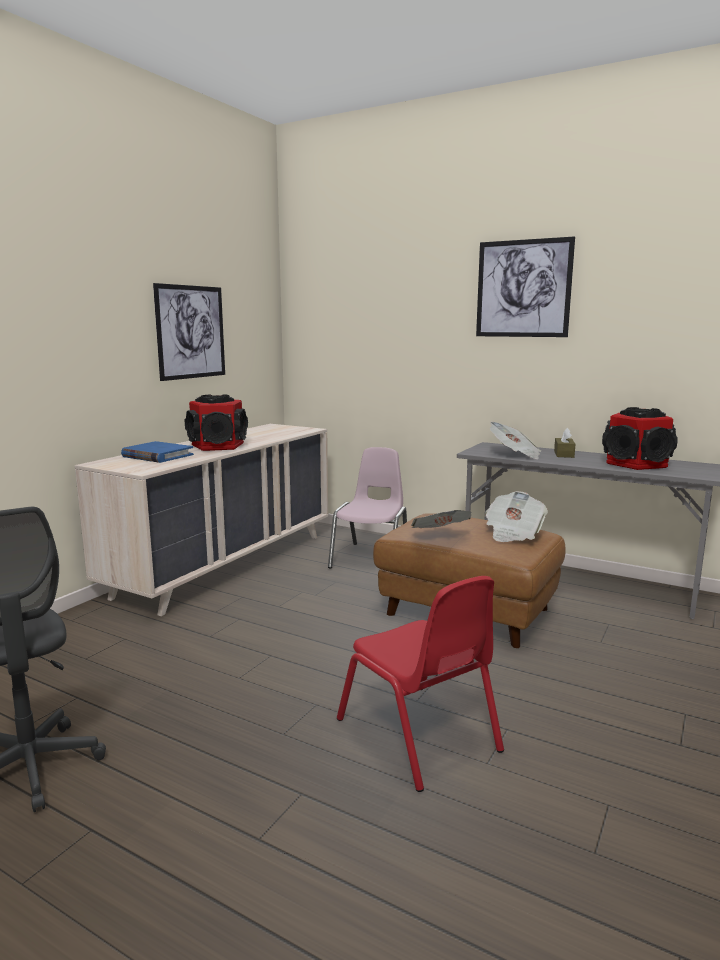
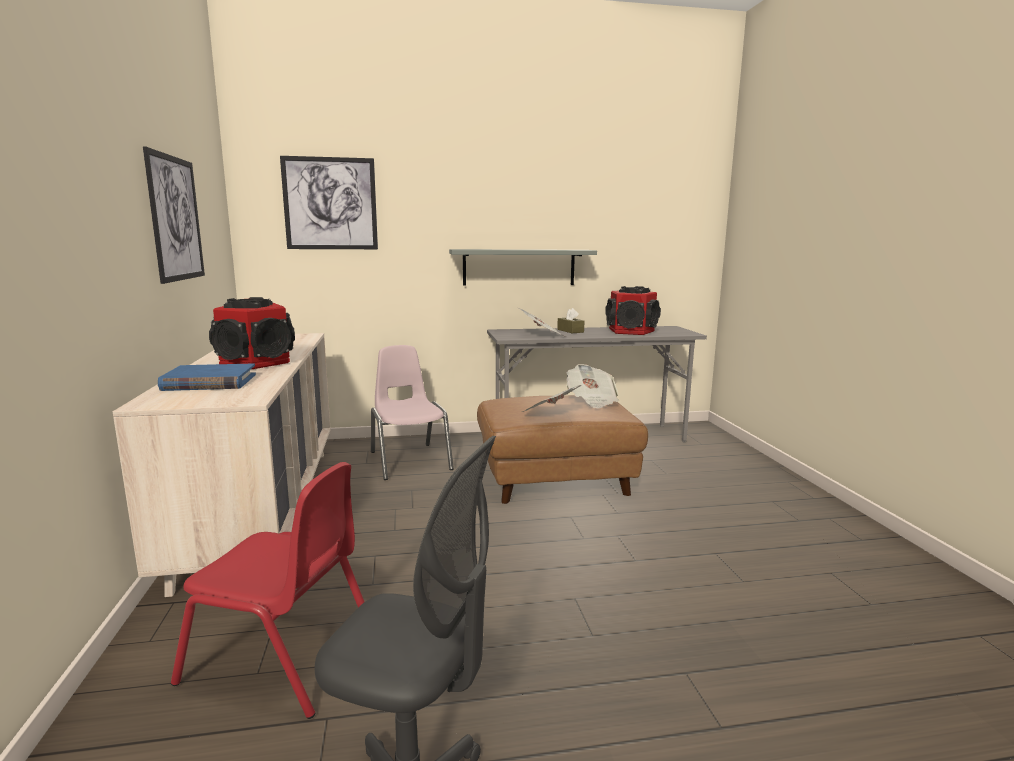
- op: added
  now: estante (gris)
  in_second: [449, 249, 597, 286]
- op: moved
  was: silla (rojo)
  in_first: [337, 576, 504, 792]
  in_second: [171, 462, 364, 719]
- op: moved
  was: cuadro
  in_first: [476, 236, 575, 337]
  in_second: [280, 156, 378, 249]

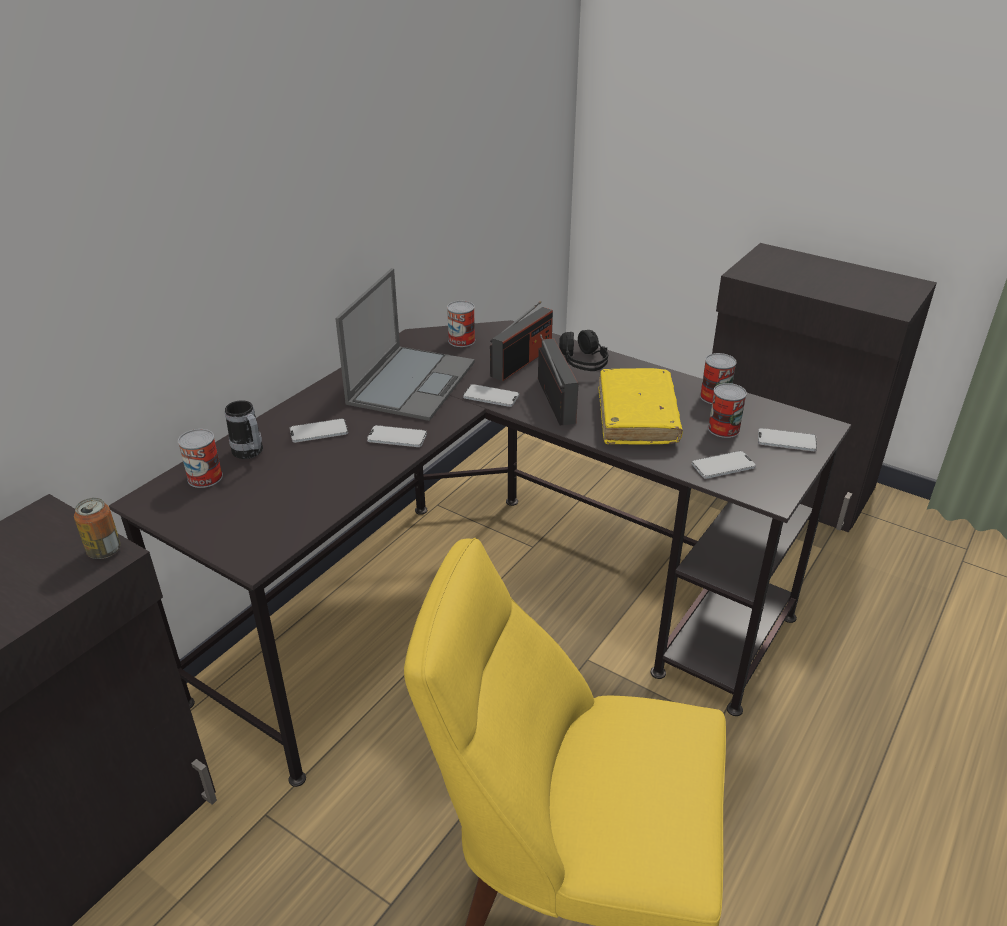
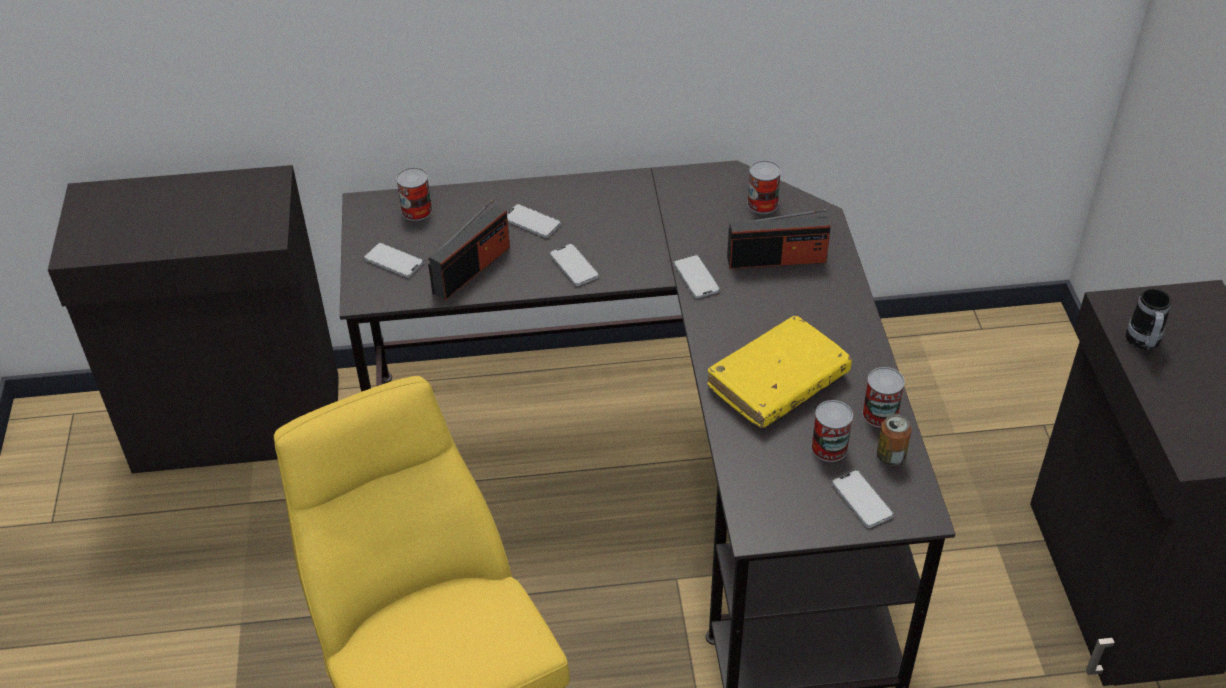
- op: removed
  was: portátil
  in_first: [335, 268, 475, 421]
- op: removed
  was: auriculares (negro)
  in_first: [559, 330, 609, 371]
- op: moved
  was: lata
  in_first: [74, 498, 121, 559]
  in_second: [877, 414, 911, 466]
- op: moved
  was: taza grande
  in_first: [225, 400, 263, 459]
  in_second: [1126, 288, 1171, 350]
- op: moved
  was: radio
  in_first: [538, 334, 579, 425]
  in_second: [428, 199, 510, 301]
- op: moved
  was: móvil
  in_first: [692, 451, 756, 479]
  in_second: [364, 243, 423, 278]

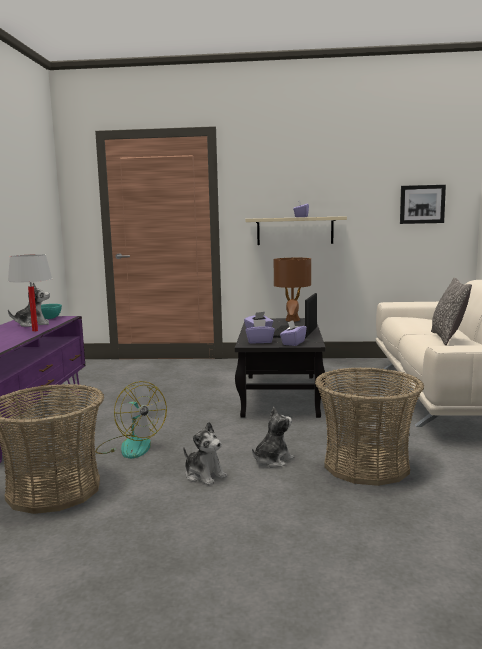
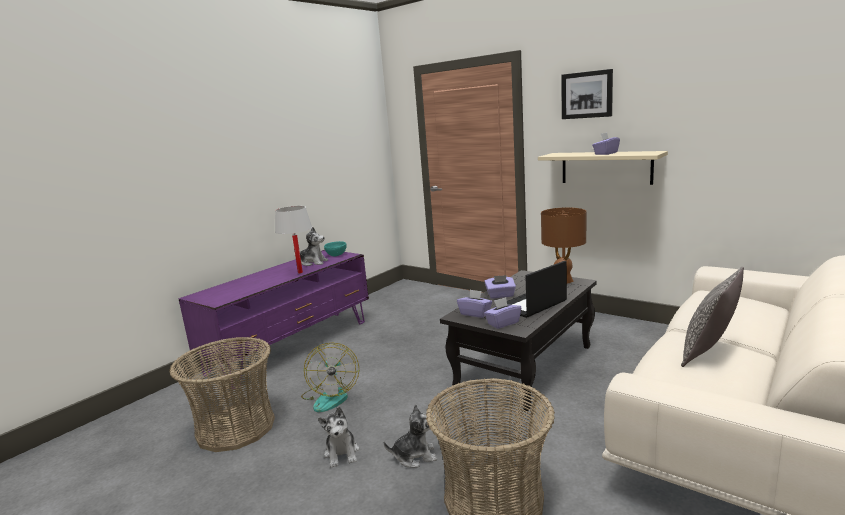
- op: moved
  was: cuadro
  in_first: [400, 185, 446, 224]
  in_second: [561, 69, 613, 119]

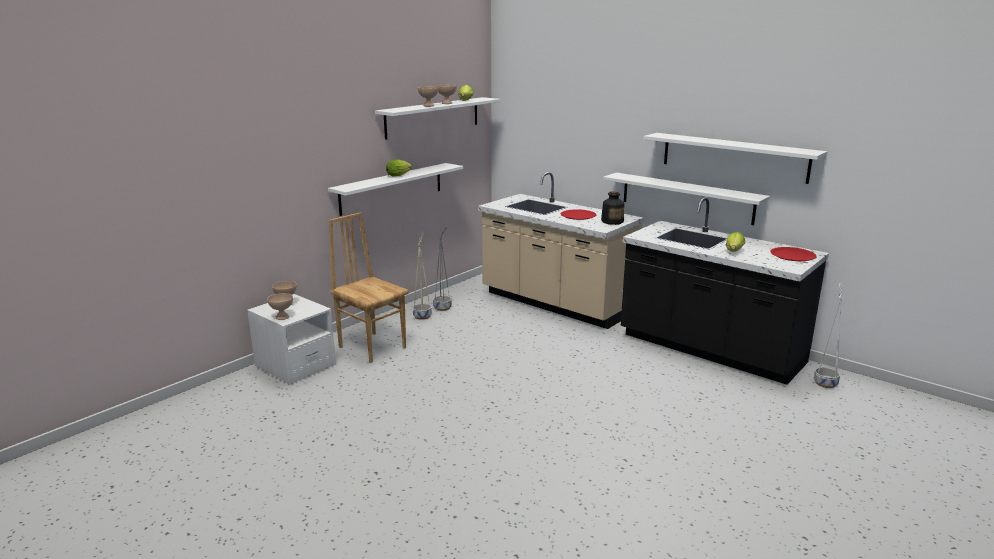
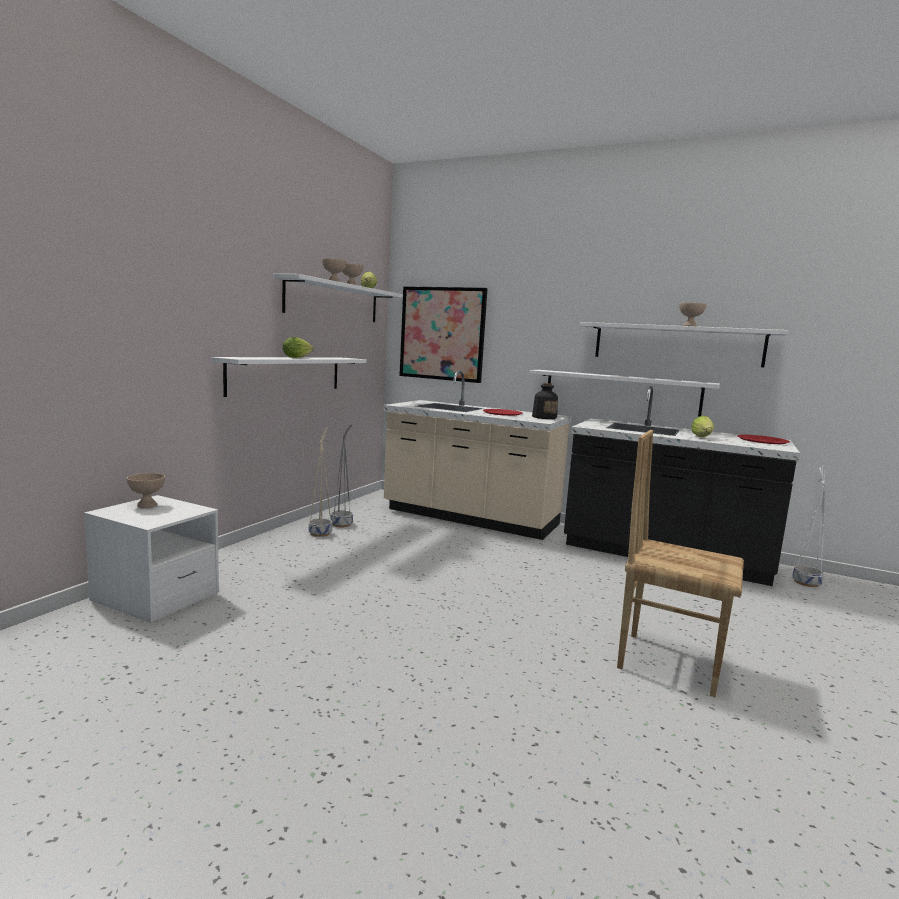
- op: added
  now: cuadro
  in_second: [399, 286, 488, 383]
- op: moved
  was: cuenco (beis)
  in_first: [267, 293, 293, 320]
  in_second: [679, 303, 707, 326]
- op: moved
  was: silla (marrón)
  in_first: [329, 212, 409, 363]
  in_second: [617, 430, 744, 697]

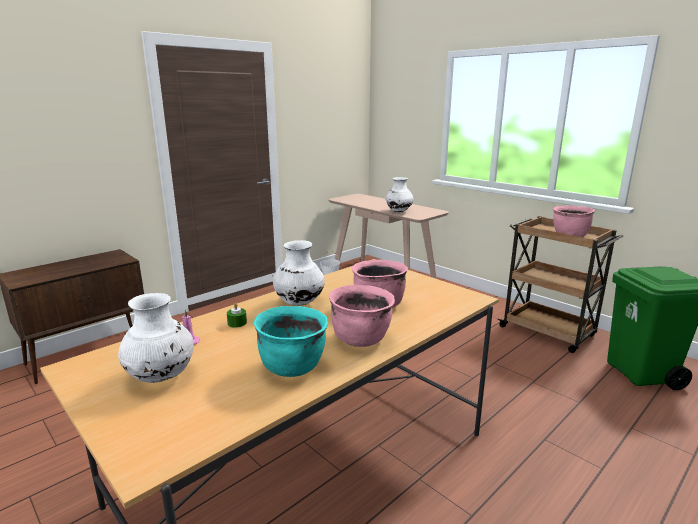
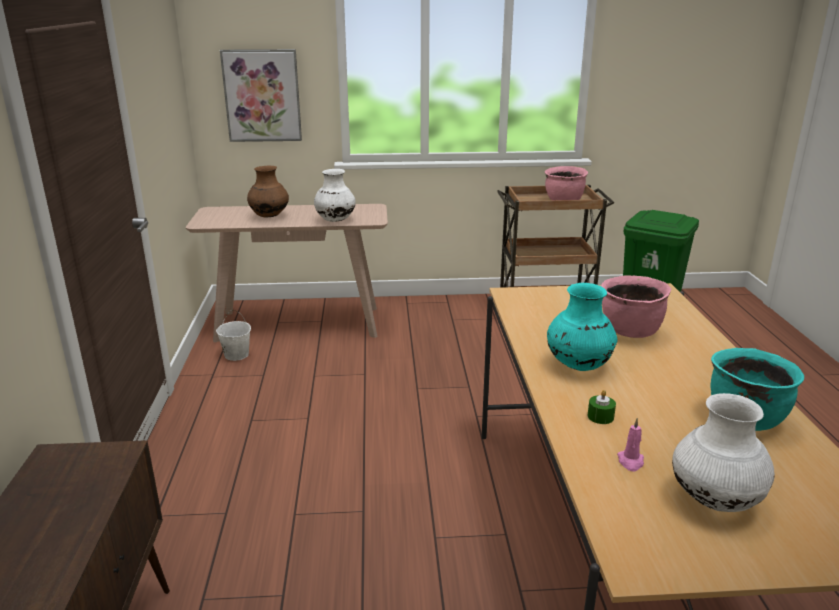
- op: removed
  was: olla (rosa)
  in_first: [329, 285, 395, 347]
- op: added
  now: cuadro
  in_second: [220, 49, 302, 142]
- op: added
  now: florero (marrón)
  in_second: [247, 166, 289, 217]
- op: recoloured
  was: florero (blanco)
  now: florero (turquesa)
  in_first: [273, 240, 325, 306]
  in_second: [547, 283, 617, 371]

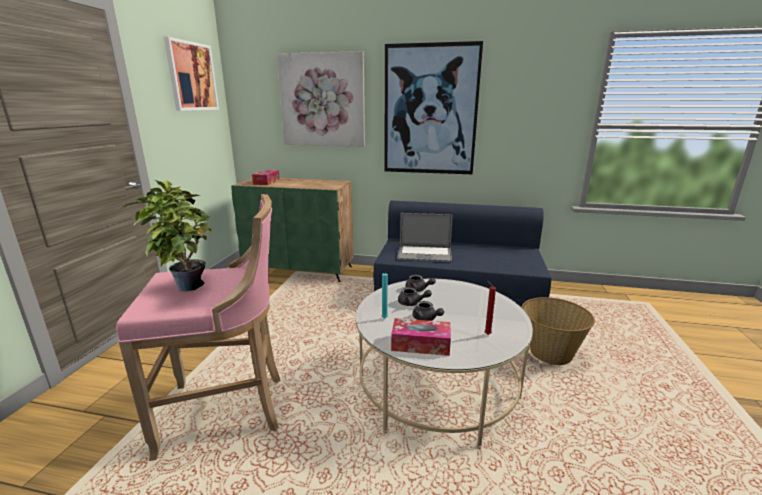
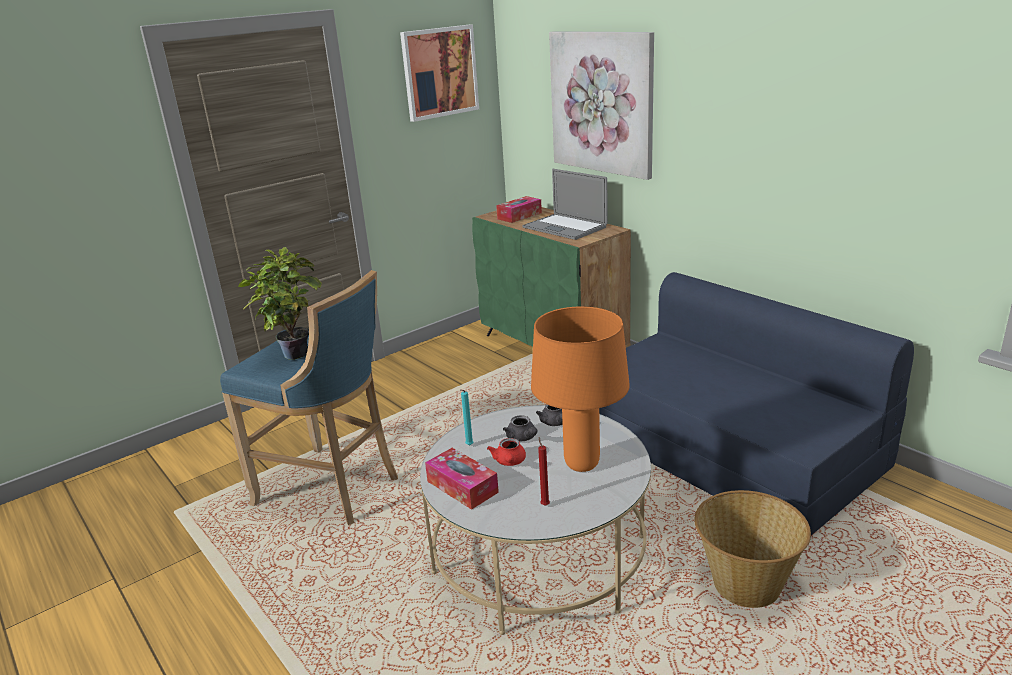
- op: removed
  was: cuadro
  in_first: [384, 41, 483, 174]
- op: added
  now: lámpara de mesa (naranja)
  in_second: [531, 306, 630, 472]
- op: moved
  was: portátil
  in_first: [397, 213, 453, 262]
  in_second: [523, 169, 608, 240]
- op: recoloured
  was: taburete (rosa)
  now: taburete (azul)
  in_first: [116, 194, 281, 461]
  in_second: [220, 270, 398, 525]
- op: recoloured
  was: tetera (gris)
  now: tetera (rojo)
  in_first: [412, 301, 444, 321]
  in_second: [487, 438, 526, 466]

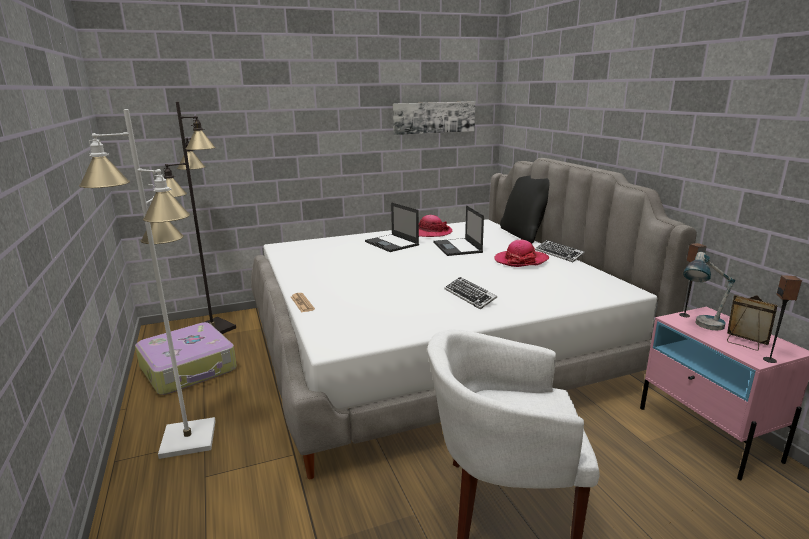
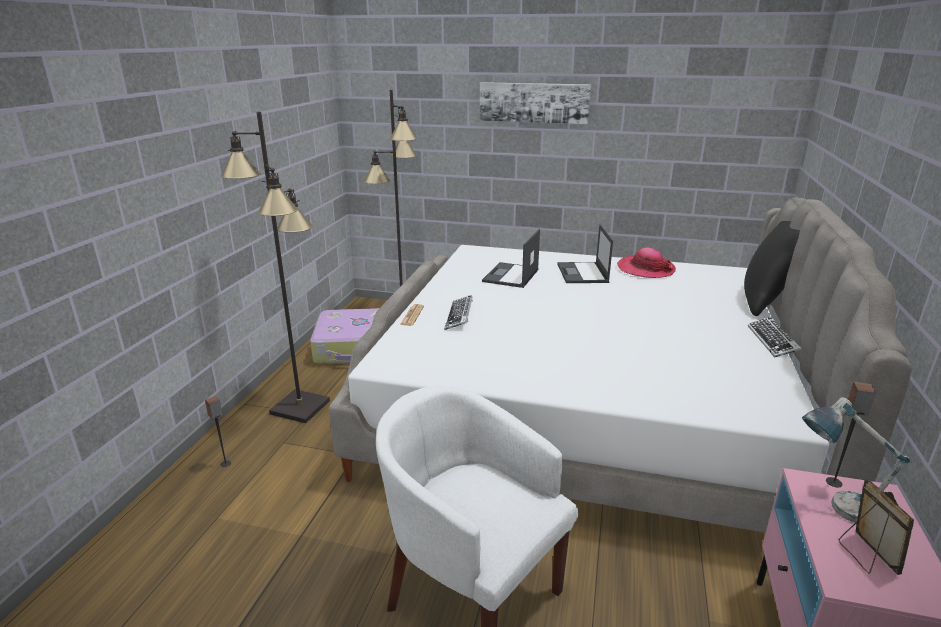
- op: removed
  was: sombrero
  in_first: [494, 240, 549, 267]
- op: moved
  was: cuadro
  in_first: [393, 101, 475, 135]
  in_second: [480, 82, 591, 124]
- op: moved
  was: portátil
  in_first: [434, 205, 484, 256]
  in_second: [482, 229, 540, 288]
- op: moved
  was: teclado
  in_first: [445, 277, 497, 309]
  in_second: [444, 295, 473, 330]
- op: moved
  was: altavoz
  in_first: [763, 275, 802, 363]
  in_second: [205, 396, 231, 467]
- op: recoloured
  was: lámpara de pie (blanco)
  now: lámpara de pie (negro)
  in_first: [79, 109, 216, 459]
  in_second: [220, 112, 330, 423]

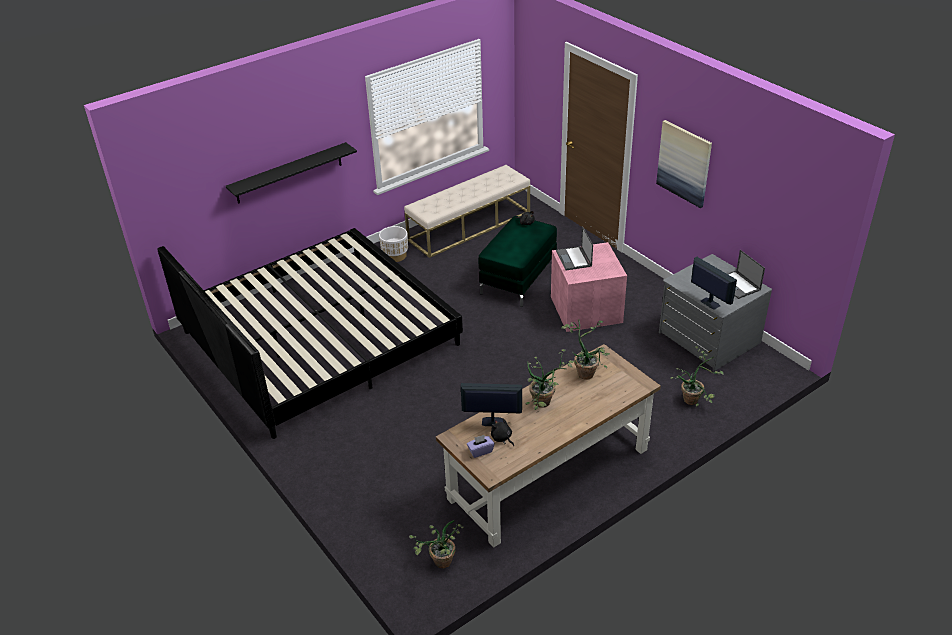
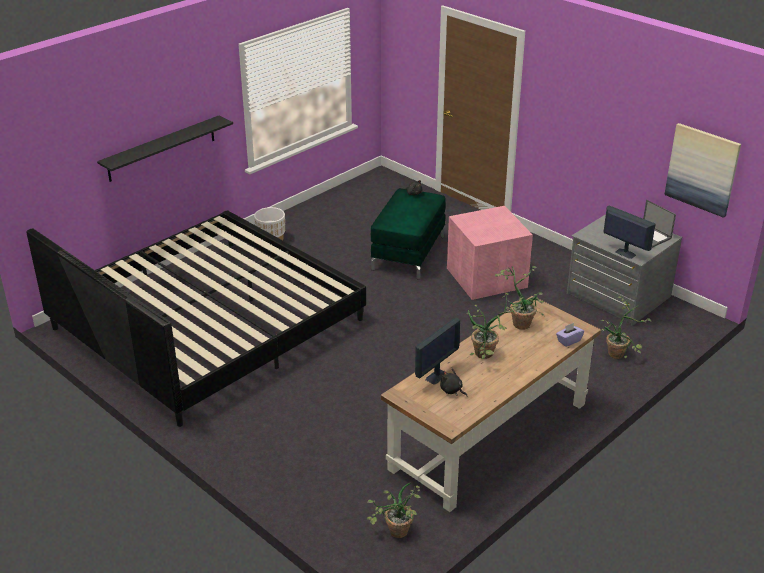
- op: removed
  was: banco (beis)
  in_first: [404, 165, 530, 258]
- op: removed
  was: portátil
  in_first: [556, 226, 593, 270]
- op: moved
  was: caja de pañuelos (morado)
  in_first: [467, 435, 494, 458]
  in_second: [556, 323, 584, 347]
- op: moved
  was: cuadro
  in_first: [656, 120, 712, 208]
  in_second: [664, 123, 741, 218]
- op: turned
  was: monitor
  in_first: [461, 383, 522, 426]
  in_second: [415, 318, 460, 385]
  clockwise: 135

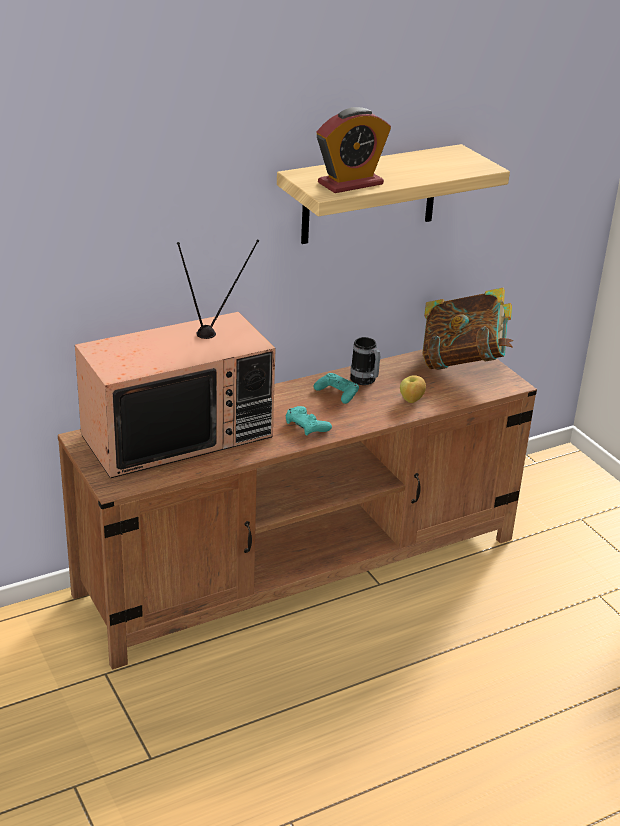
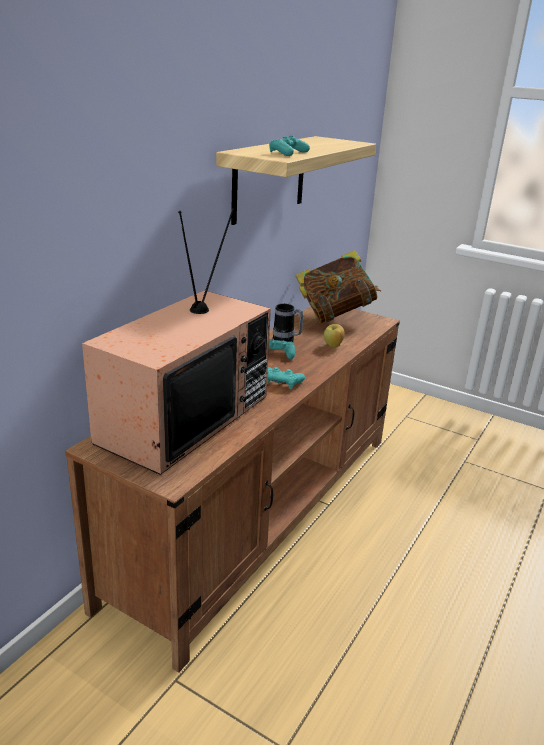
- op: replaced
  was: despertador
  now: mando de consola (turquesa)
  in_first: [317, 107, 391, 193]
  in_second: [269, 135, 310, 156]

